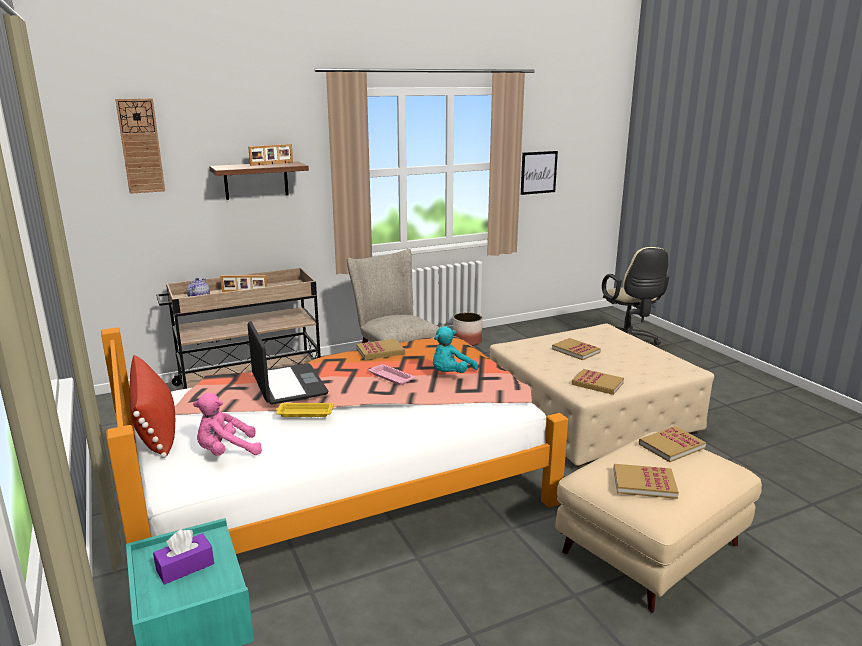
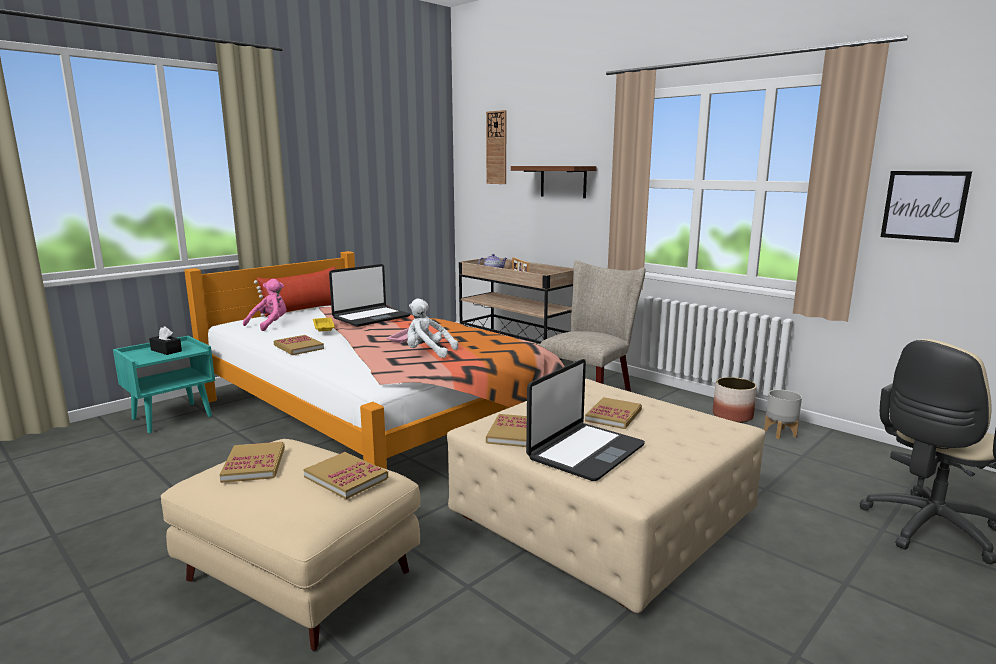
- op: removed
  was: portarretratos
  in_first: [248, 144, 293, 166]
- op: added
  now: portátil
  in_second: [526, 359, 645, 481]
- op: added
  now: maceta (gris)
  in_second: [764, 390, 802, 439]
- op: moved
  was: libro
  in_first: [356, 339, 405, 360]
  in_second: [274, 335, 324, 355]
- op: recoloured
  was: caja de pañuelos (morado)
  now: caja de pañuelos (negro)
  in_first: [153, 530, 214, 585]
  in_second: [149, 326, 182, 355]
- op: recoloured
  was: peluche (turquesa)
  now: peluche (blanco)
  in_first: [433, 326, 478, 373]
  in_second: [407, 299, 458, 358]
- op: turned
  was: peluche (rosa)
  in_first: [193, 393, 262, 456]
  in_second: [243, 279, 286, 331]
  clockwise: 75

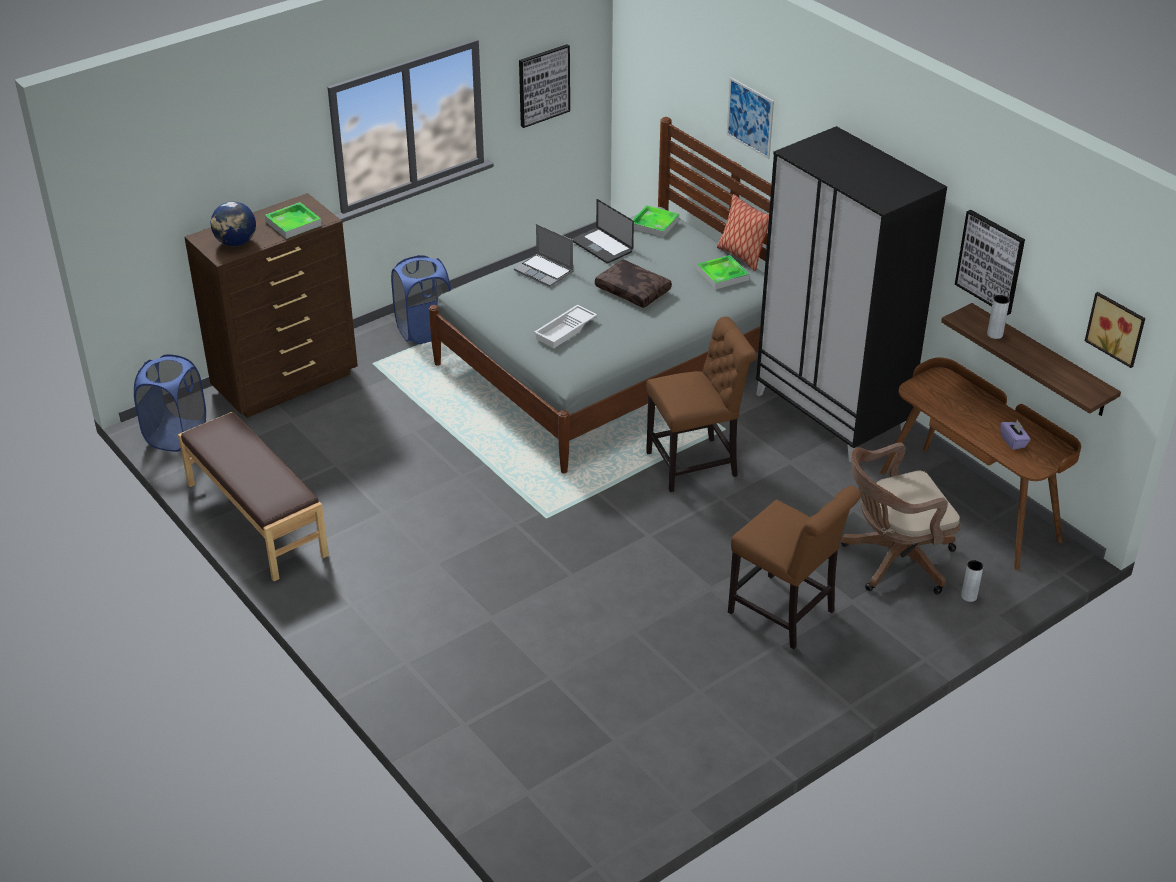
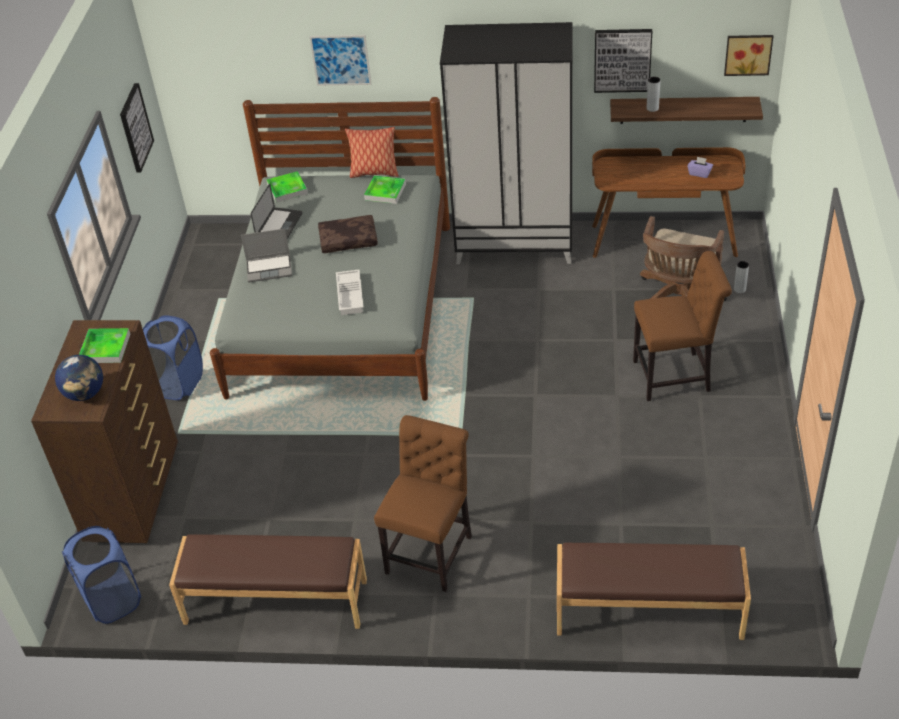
- op: added
  now: banco (marrón)
  in_second: [557, 543, 751, 640]
- op: moved
  was: silla (marrón)
  in_first: [646, 317, 757, 492]
  in_second: [374, 415, 472, 592]
- op: turned
  was: portátil
  in_first: [572, 199, 634, 264]
  in_second: [251, 184, 302, 239]
  clockwise: -75

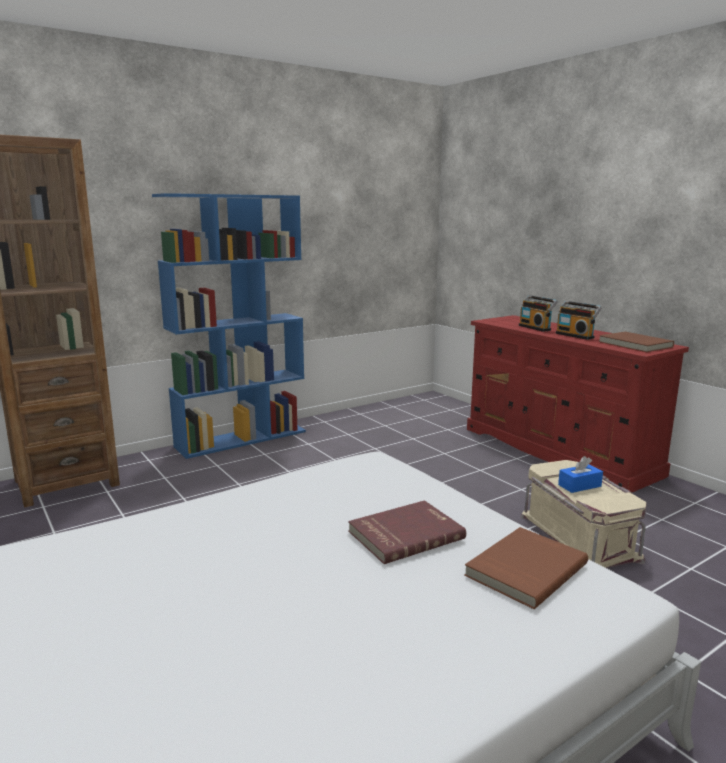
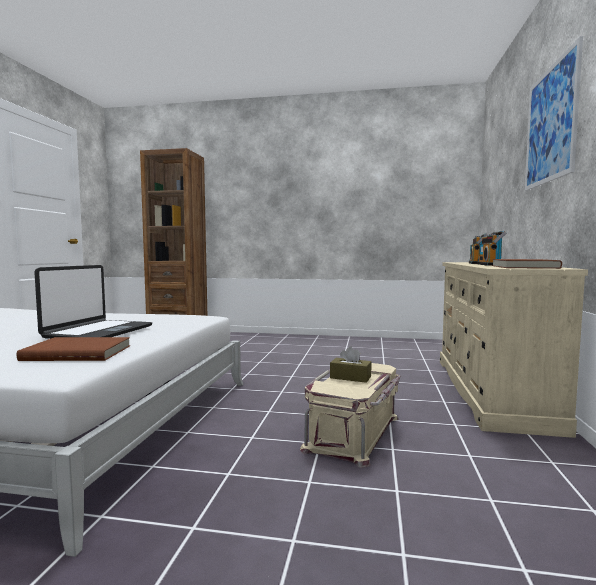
- op: removed
  was: estantería (azul)
  in_first: [152, 193, 306, 459]
- op: added
  now: cuadro
  in_second: [525, 36, 583, 191]
- op: replaced
  was: libro (rojo)
  now: portátil
  in_first: [348, 500, 466, 564]
  in_second: [34, 265, 152, 339]
- op: recoloured
  was: cómoda (rojo)
  now: cómoda (beis)
  in_first: [467, 315, 689, 492]
  in_second: [440, 262, 588, 438]
- op: recoloured
  was: caja de pañuelos (azul)
  now: caja de pañuelos (marrón)
  in_first: [558, 456, 603, 493]
  in_second: [330, 346, 371, 383]

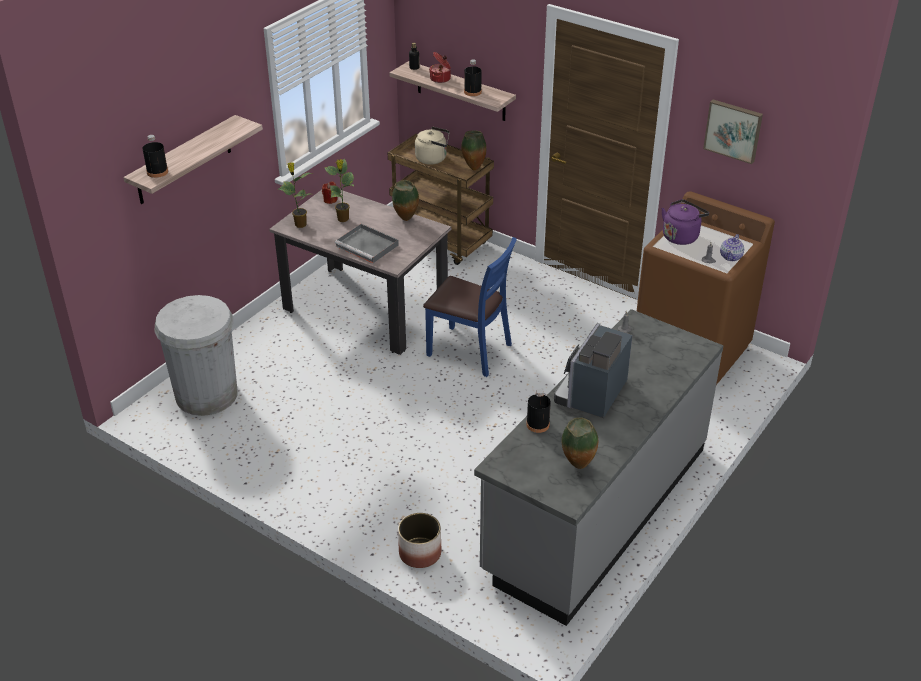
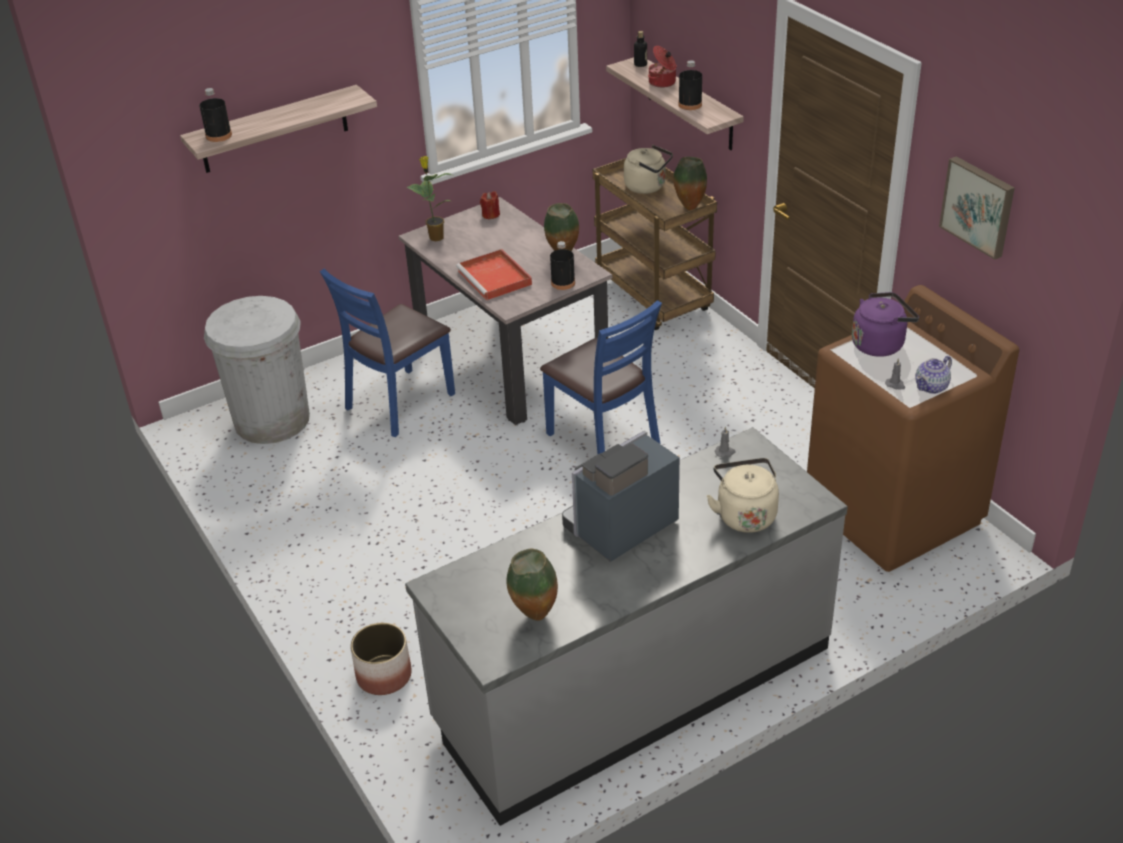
- op: removed
  was: planta en maceta
  in_first: [325, 158, 355, 222]
- op: added
  now: silla (azul)
  in_second: [320, 269, 455, 437]
- op: added
  now: hervidor (beis)
  in_second: [707, 458, 779, 533]
- op: moved
  was: botella (negro)
  in_first: [526, 389, 551, 433]
  in_second: [550, 241, 575, 290]
- op: recoloured
  was: bandeja (gris)
  now: bandeja (rojo)
  in_first: [335, 224, 399, 263]
  in_second: [456, 249, 532, 300]

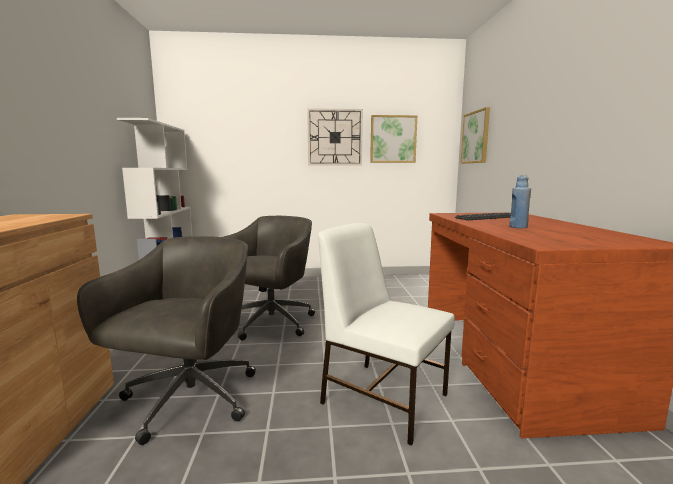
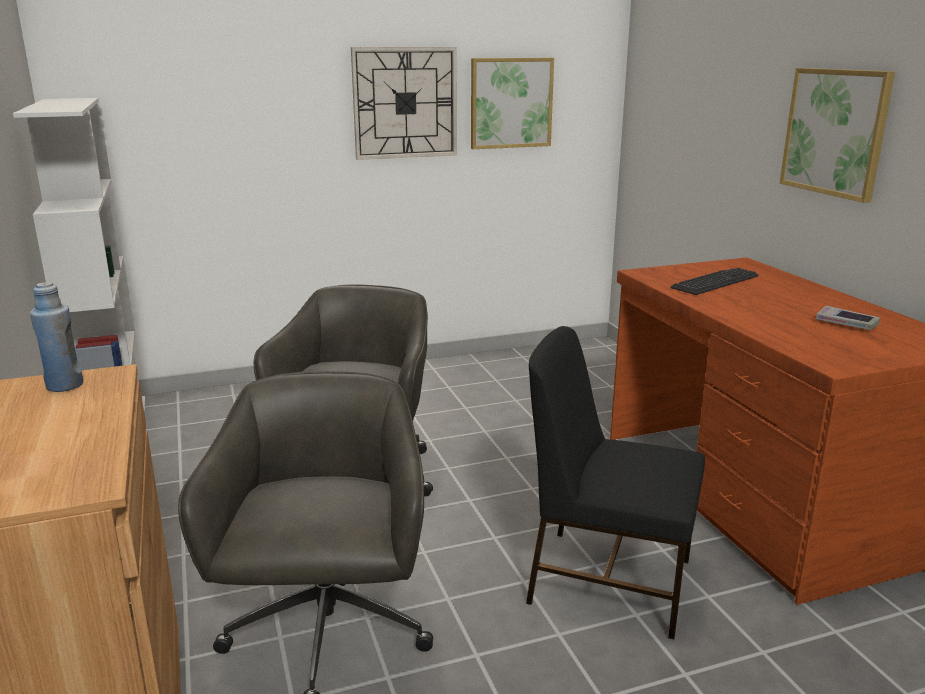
- op: added
  now: libro
  in_second: [816, 305, 880, 330]
- op: moved
  was: cuadro
  in_first: [461, 107, 490, 164]
  in_second: [780, 68, 895, 203]
- op: moved
  was: botella (azul)
  in_first: [509, 175, 531, 228]
  in_second: [30, 282, 83, 392]
- op: recoloured
  was: silla (blanco)
  now: silla (negro)
  in_first: [318, 223, 455, 446]
  in_second: [526, 326, 705, 640]

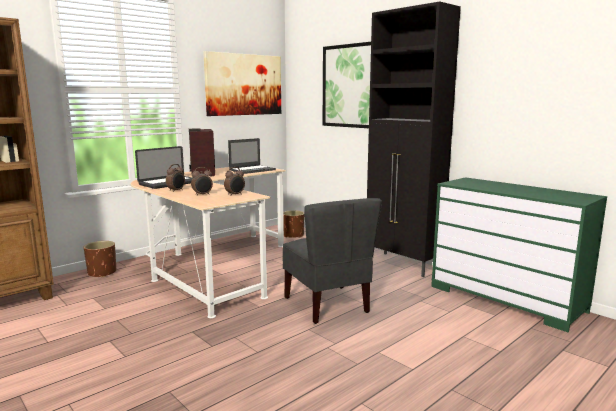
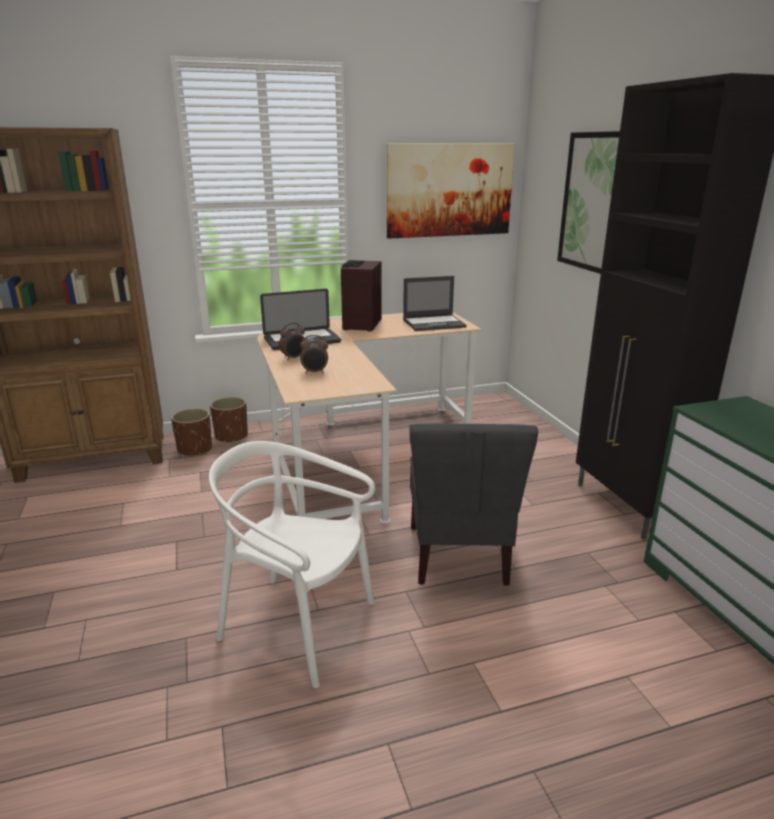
- op: removed
  was: despertador
  in_first: [224, 167, 245, 195]
- op: added
  now: silla (blanco)
  in_second: [209, 441, 375, 688]
- op: moved
  was: maceta (marrón)
  in_first: [283, 210, 304, 238]
  in_second: [171, 408, 212, 457]

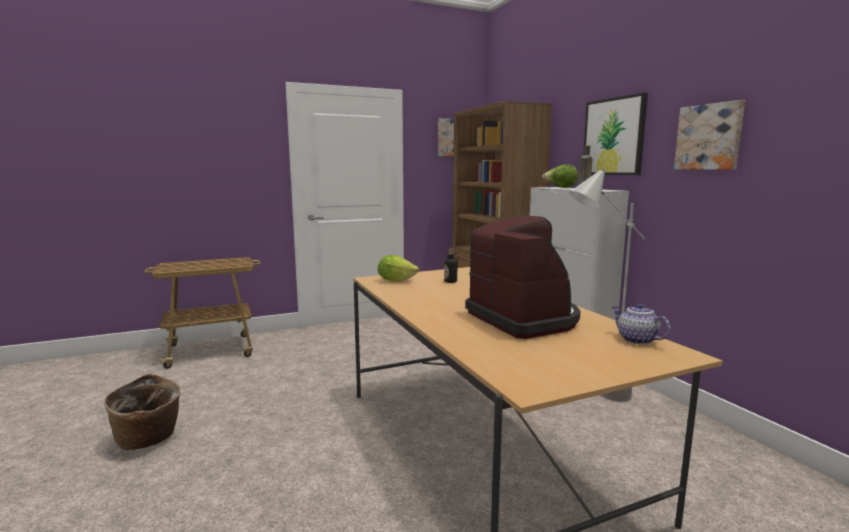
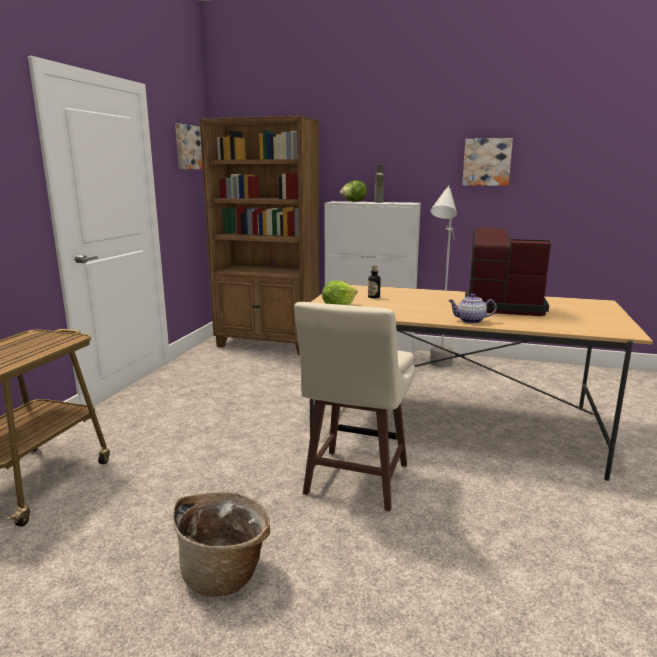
- op: removed
  was: cuadro
  in_first: [583, 93, 648, 175]
- op: added
  now: taburete (beis)
  in_second: [294, 302, 415, 511]
- op: moved
  was: tetera
  in_first: [612, 303, 671, 344]
  in_second: [448, 293, 497, 324]

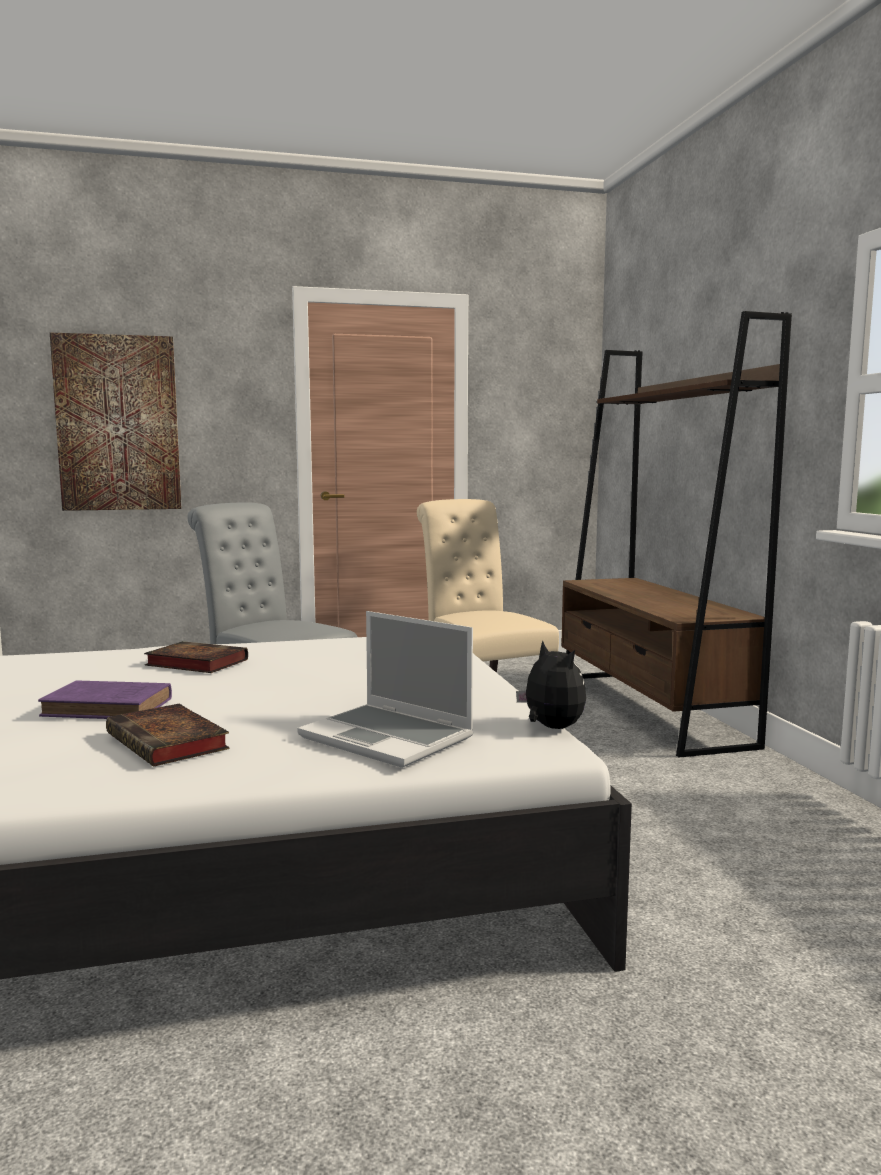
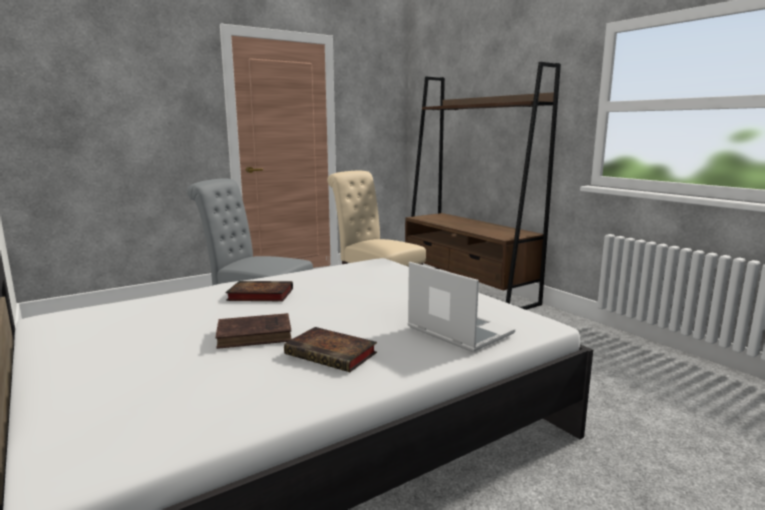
- op: removed
  was: cuadro
  in_first: [50, 333, 182, 511]
- op: removed
  was: peluche
  in_first: [516, 640, 586, 729]
- op: recoloured
  was: libro (morado)
  now: libro (marrón)
  in_first: [38, 680, 172, 719]
  in_second: [216, 313, 291, 349]
- op: turned
  was: portátil
  in_first: [297, 611, 473, 768]
  in_second: [407, 262, 515, 352]
  clockwise: -150

